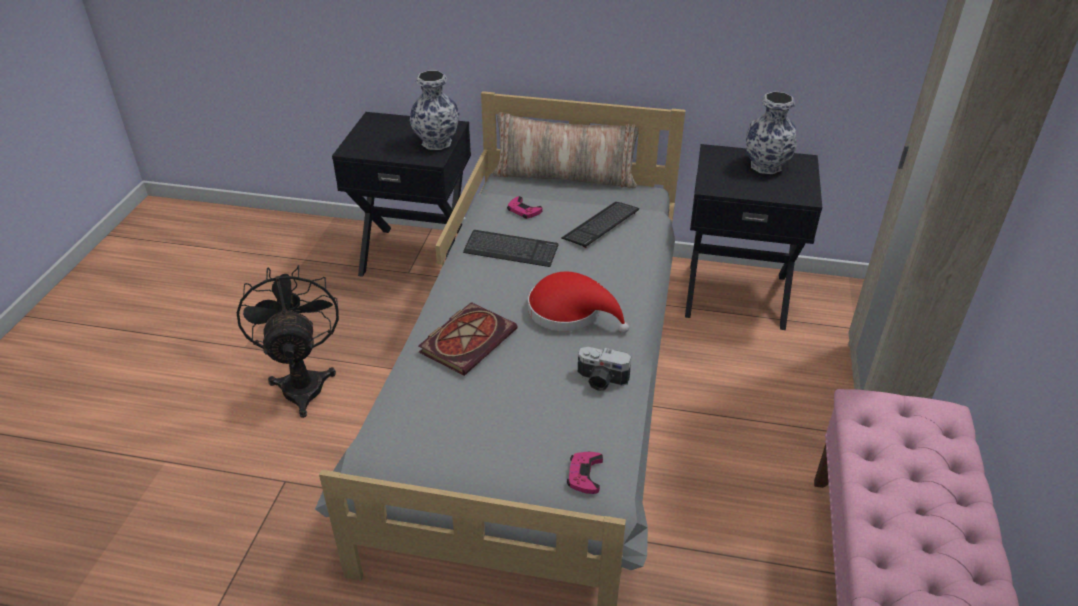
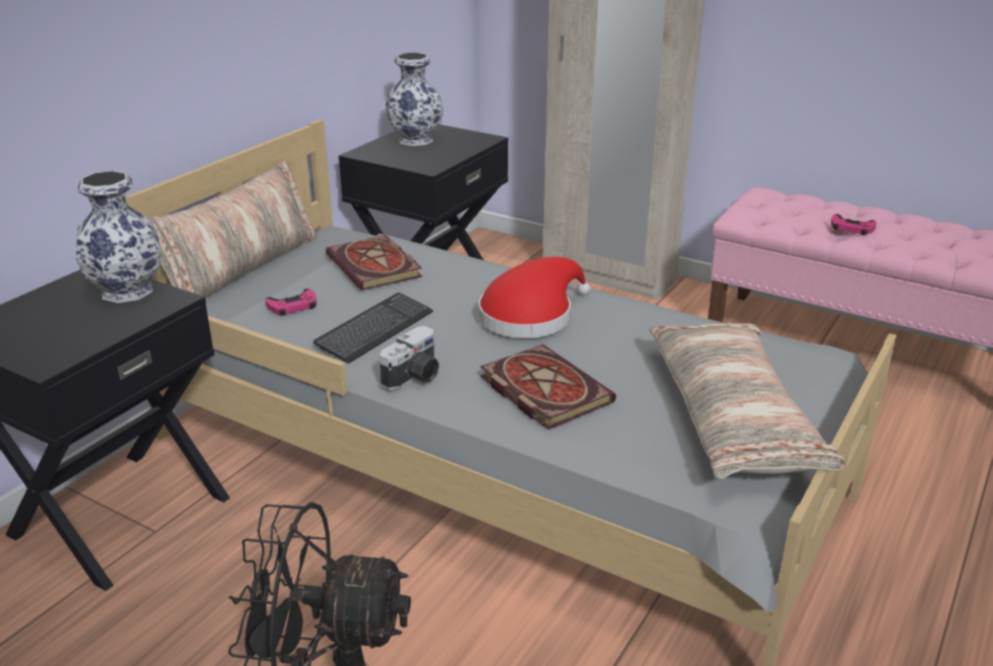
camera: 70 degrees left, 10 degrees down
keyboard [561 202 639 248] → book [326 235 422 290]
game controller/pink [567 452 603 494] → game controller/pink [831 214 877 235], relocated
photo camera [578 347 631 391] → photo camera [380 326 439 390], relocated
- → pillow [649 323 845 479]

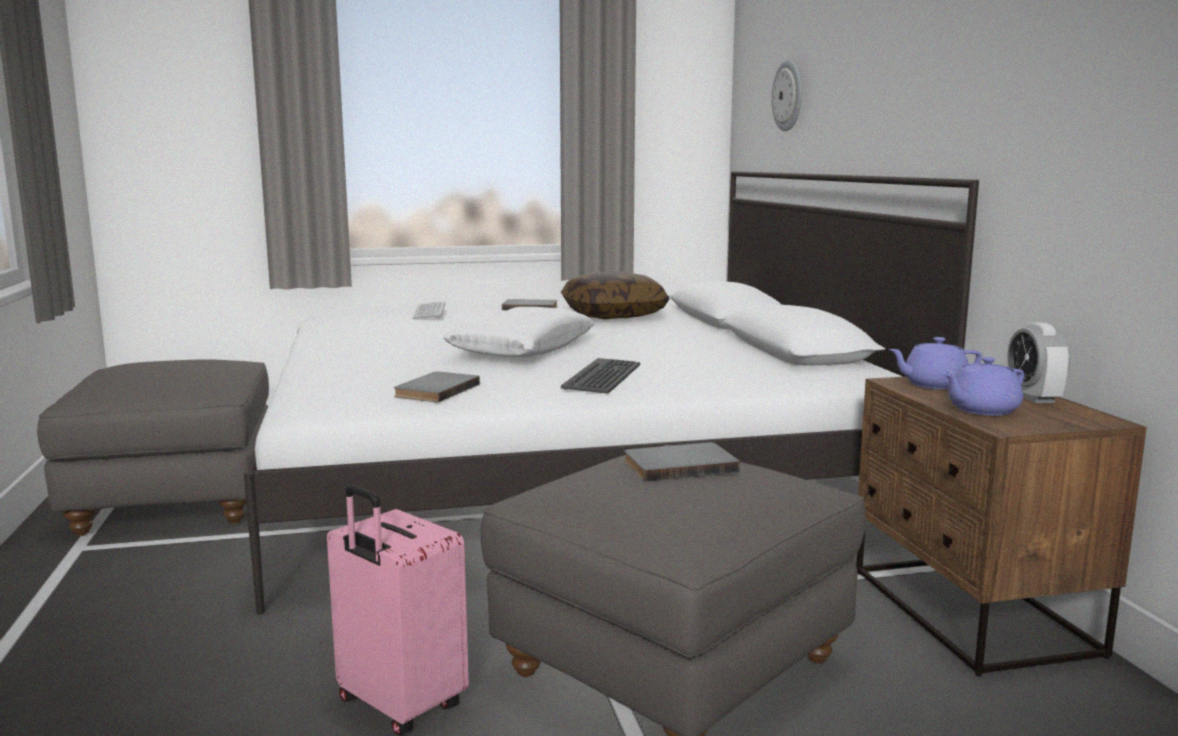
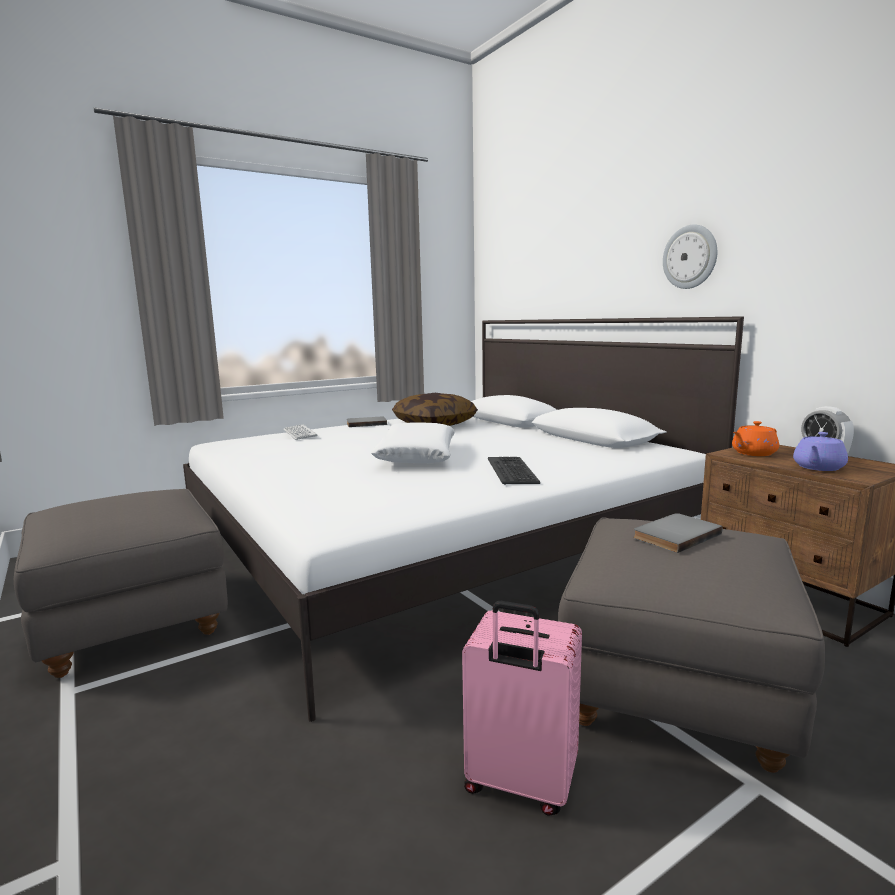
camera: 20 degrees left, 0 degrees up
book/grey [394 372 480 403] → -
wall clock [772 60 802 131] → wall clock [663 225 717 289], relocated
teapot/purple [889 337 982 389] → teapot/orange [732 421 779 456]

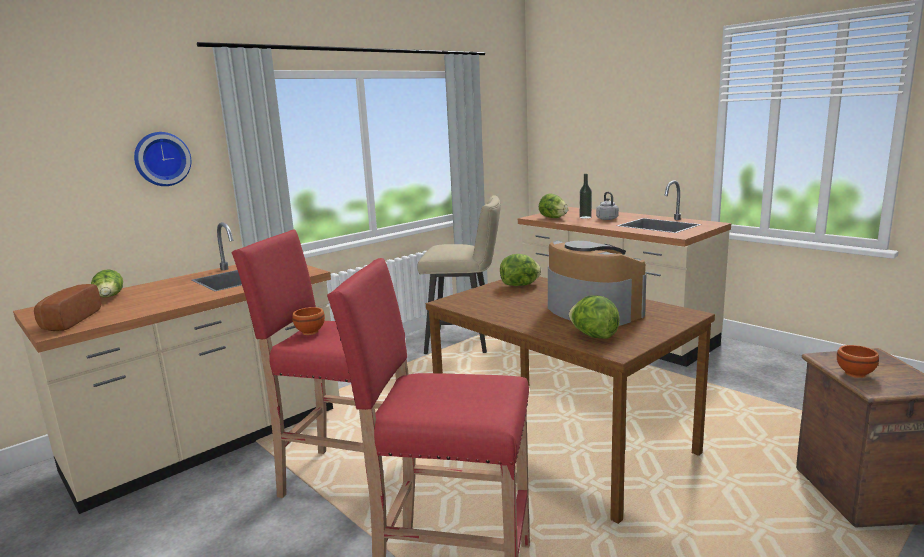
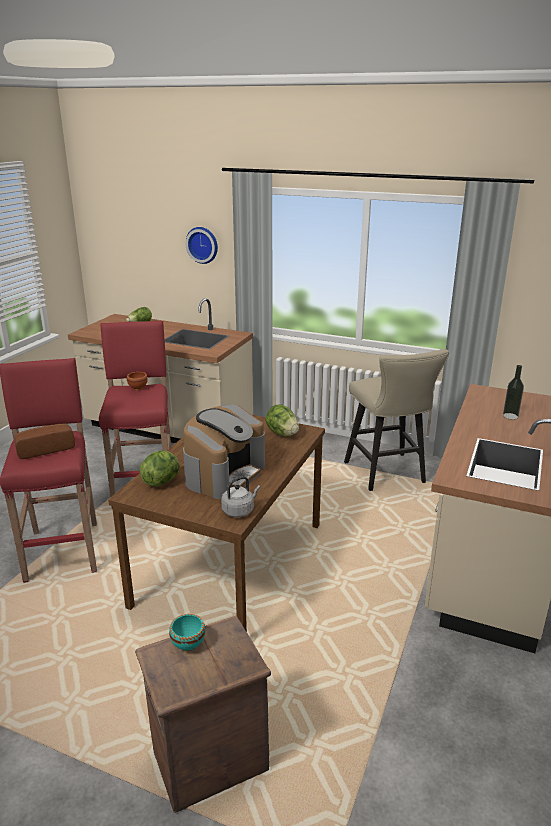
camera: 65 degrees right, 10 degrees up
bread [34 284 101 331] → bread [15 424 75 459], relocated
lettuce [539 194 569 218] → -
kettle/grey [596 192 619 220] → kettle/grey [221 476 260 517], relocated
bowl/brown [837 345 879 378] → bowl/turquoise [169 614 206 651]

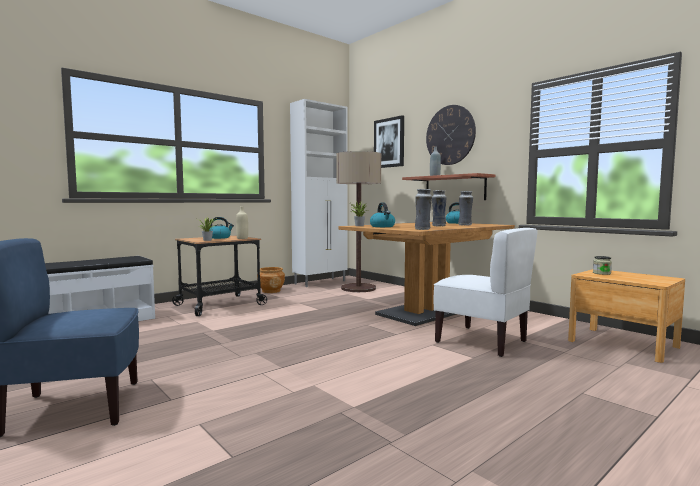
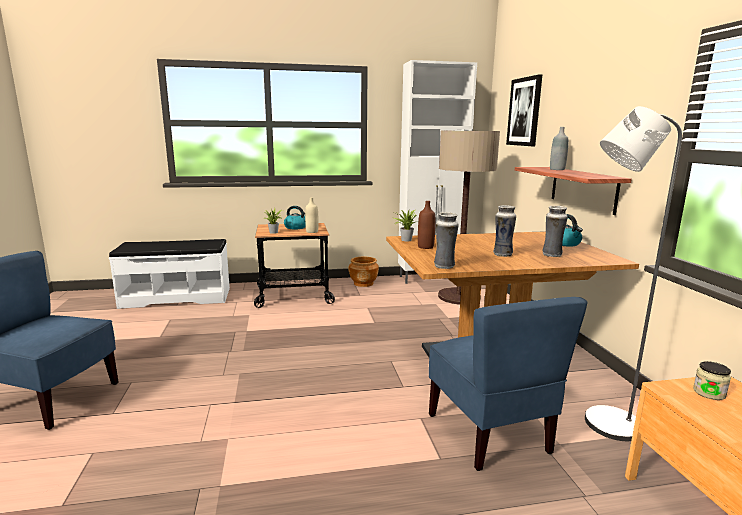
camera: 30 degrees right, 10 degrees up
kettle [370 202 395 227] → bottle/brown [418 201 436 249]
wall clock [426 105 476 165] → -
chair/white [433 228 538 357] → chair/blue [429 297 588 471]
- → floor lamp/grey [585 106 682 441]

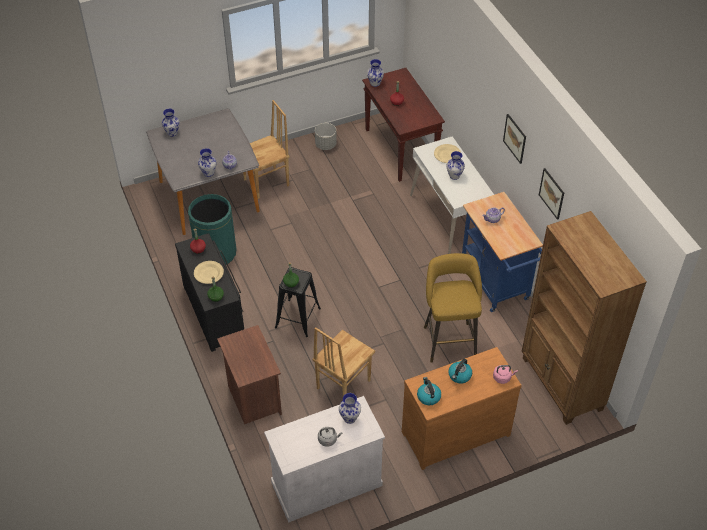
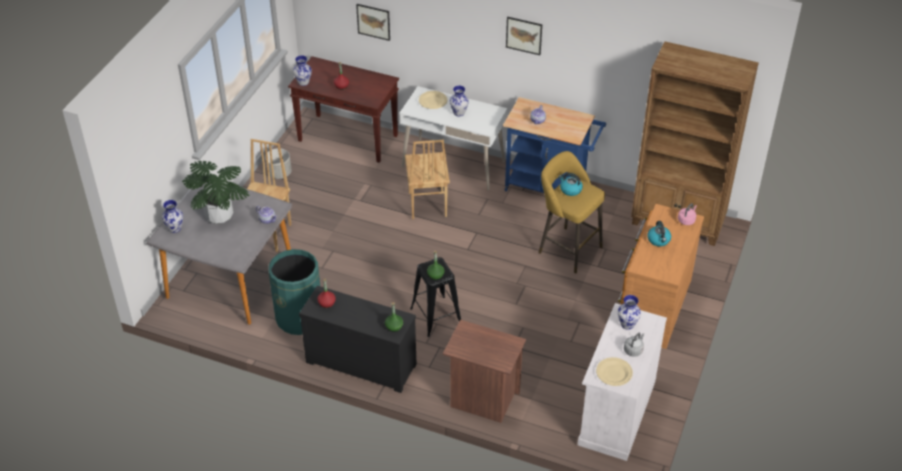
camera: 45 degrees left, 5 degrees down
plate/beige [194 261 224 284] → plate/beige [596 357 633 386], relocated
vase [198 148 216 177] → -
chair/brown [313 327 375 396] → chair/brown [405 140 450 219], relocated
kettle [417 377 441 405] → kettle [558 173 583 196], relocated
picture [539 168 564 220] → picture [356 4 390 41], relocated
- → potted plant [182 161 250 224]

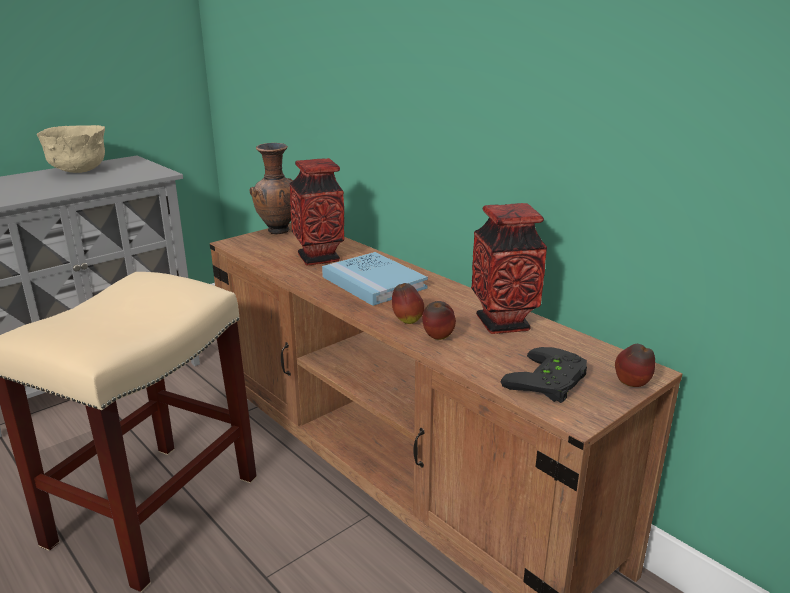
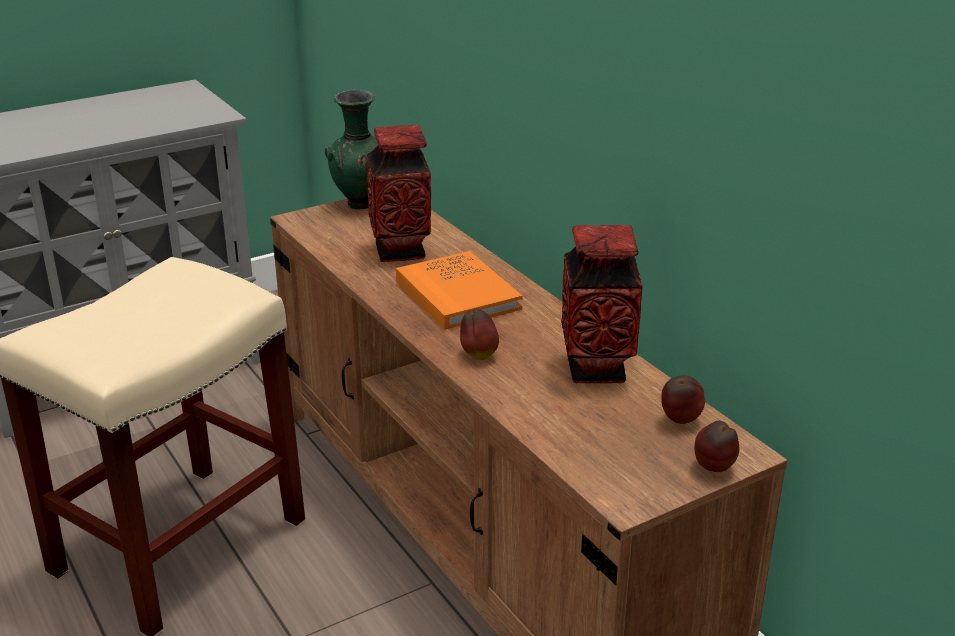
camera: 10 degrees right, 5 degrees up
bowl/beige [37 125 105 173] → -
vase/brown [250 143 293 235] → vase/green [325 90 378 210]
book/blue [322 252 428 306] → book/orange [396 251 523 330]
apple [422 301 456 340] → apple [661 375 705 424], relocated
game controller/black [501 347 587 403] → -

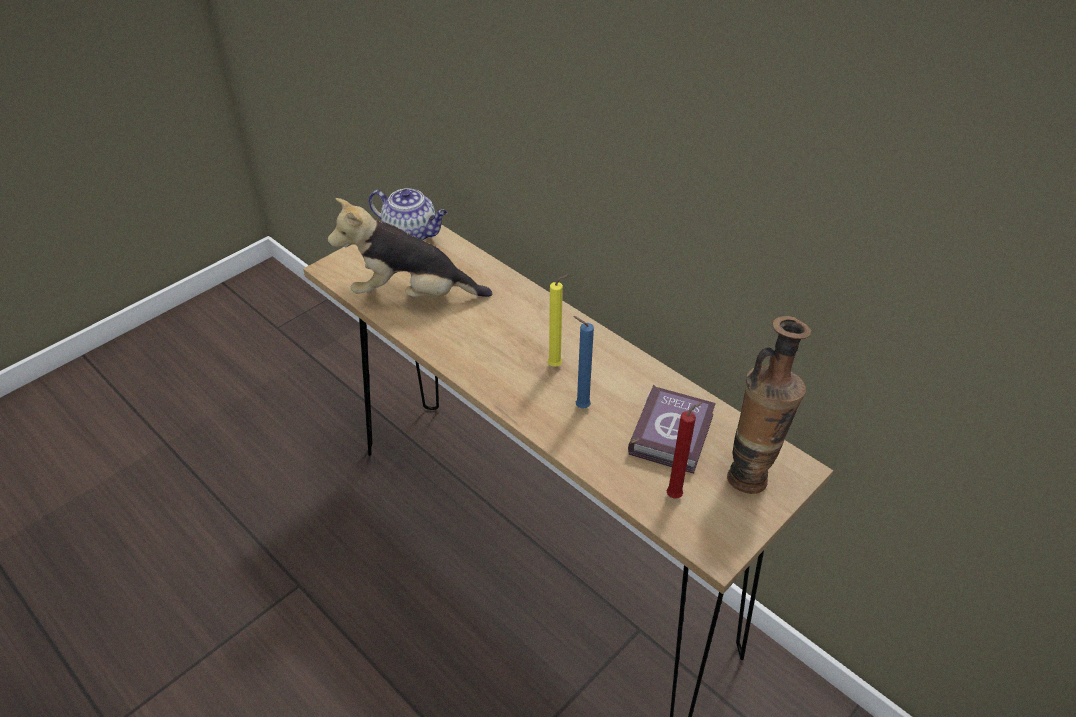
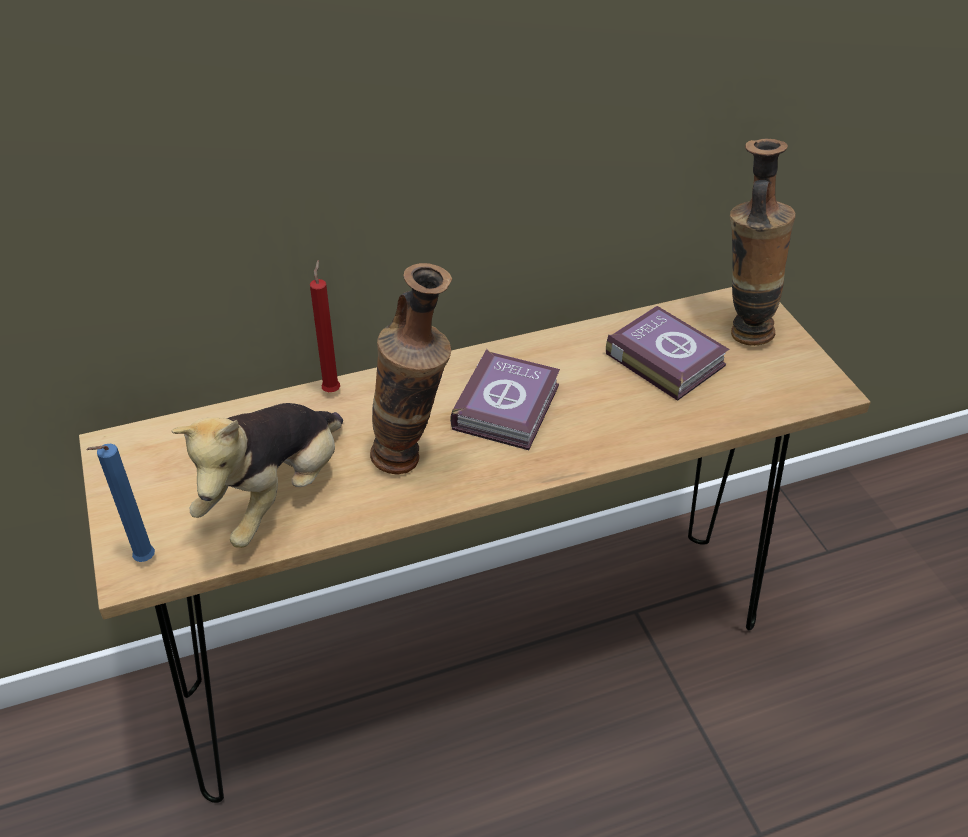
camera: 65 degrees left, 0 degrees up
teapot [369 188 447 240] → -
candle/yellow [548 274 570 367] → book [450 349 560 450]
candle/blue [573 316 594 408] → candle/blue [86 444 155 562], relocated
candle/red [667 401 704 499] → candle/red [310 260 340 392], relocated
- → vase [370 263 452 475]

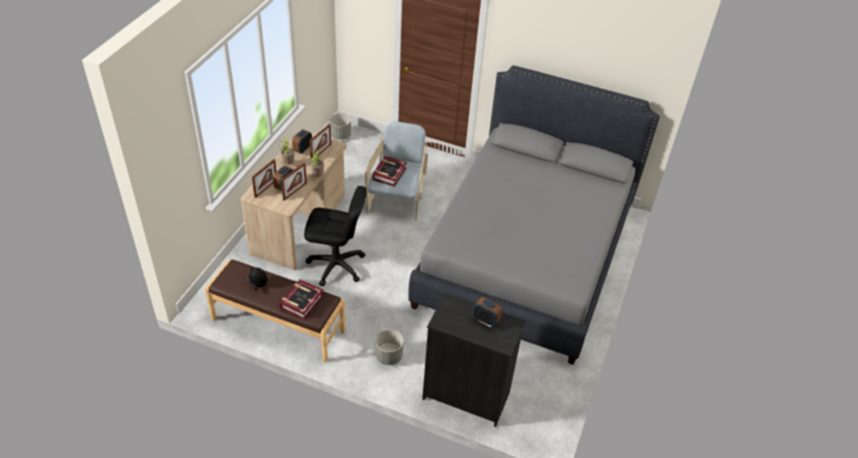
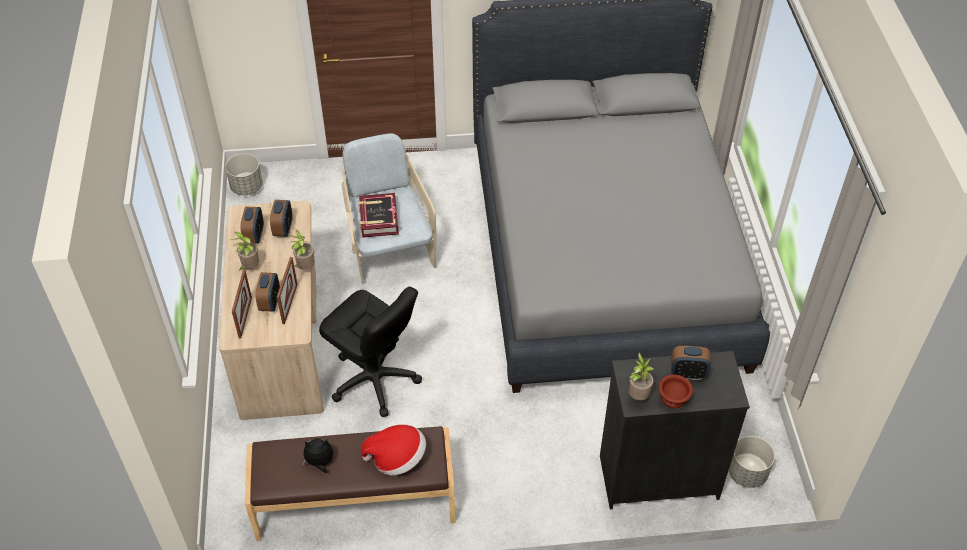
camera: 25 degrees left, 5 degrees up
book [280 280 324 320] → hat [361 425 426 475]
office chair/black [304 186 366 286] → office chair/black [319 286 422 417], 60 degrees clockwise
picture frame [310 124 331 158] → alarm clock [270 200 293 237]
planter/grey [375 330 403 365] → planter/grey [729 436 775 488], relocated
- → potted plant [629 353 654 401]
- → bowl/brown [658 374 693 408]

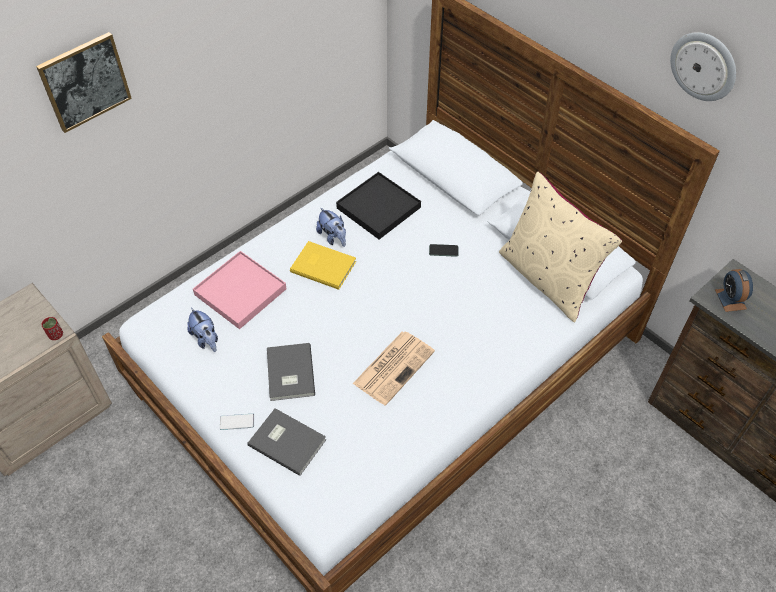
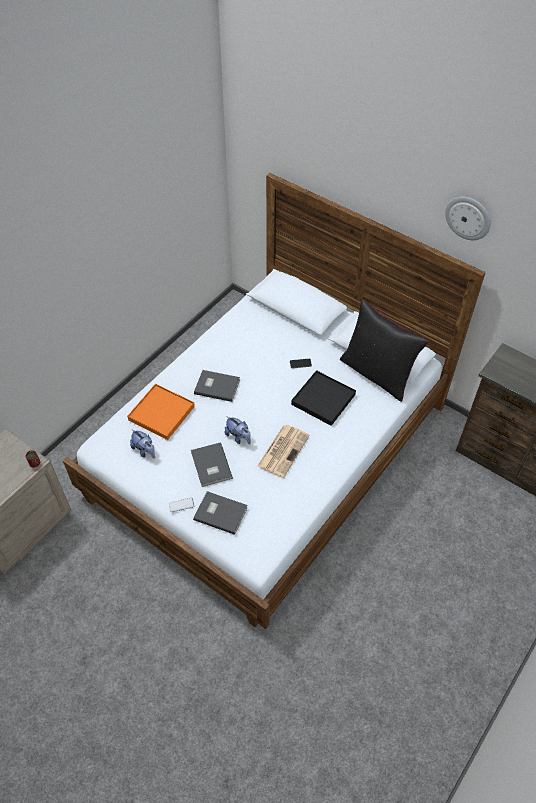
camera: 10 degrees left, 0 degrees up
picture [36 32 132 133] → -
tray/pink [193 251 287 329] → tray/orange [127 384 195 440]
book/yellow [290 241 356 290] → book/grey [194 370 240 402]
plush toy [316 207 346 247] → plush toy [225 416 251 445], relocated
tray/black [336 172 421 239] → tray/black [291 370 356 426], relocated
pillow/beige [499 171 622 322] → pillow/black [340 300 429 402]
alarm clock [715 269 753 312] → -

